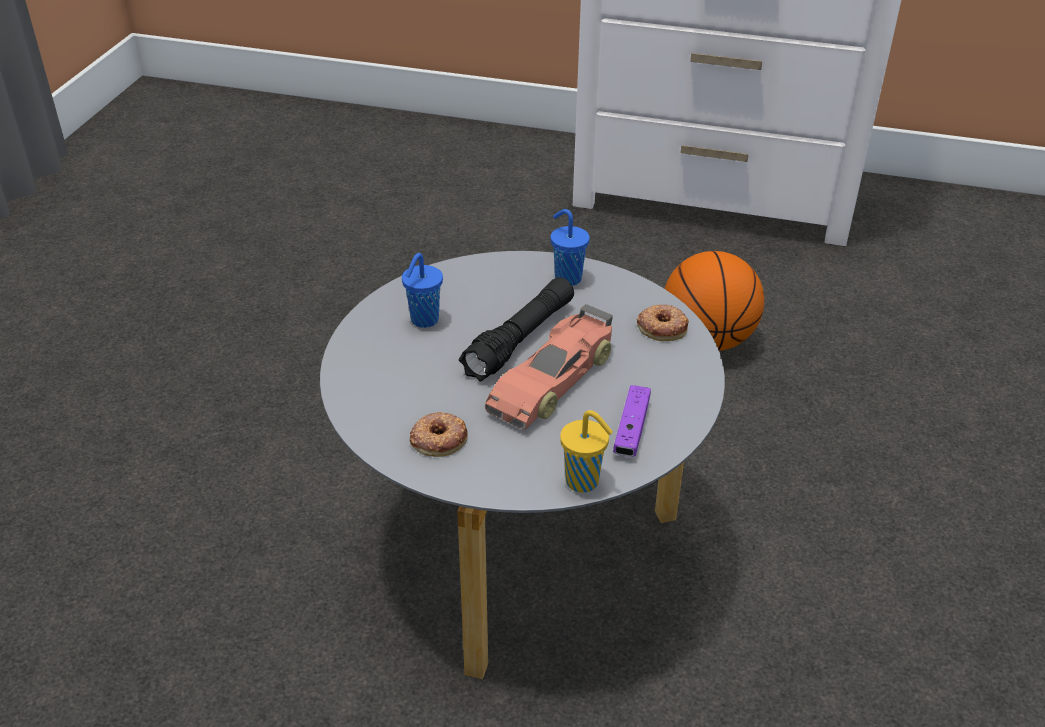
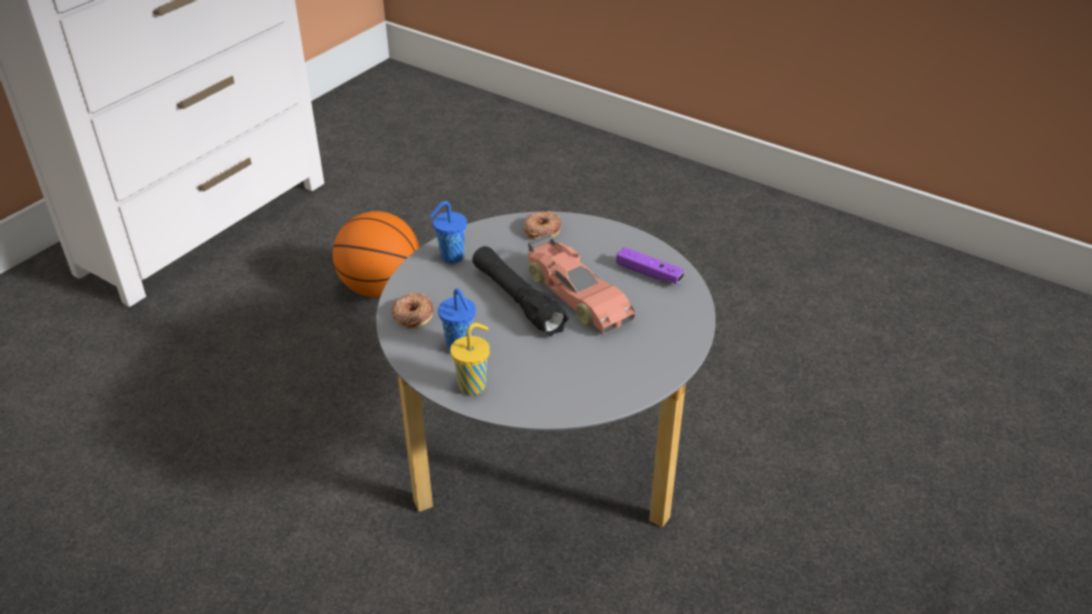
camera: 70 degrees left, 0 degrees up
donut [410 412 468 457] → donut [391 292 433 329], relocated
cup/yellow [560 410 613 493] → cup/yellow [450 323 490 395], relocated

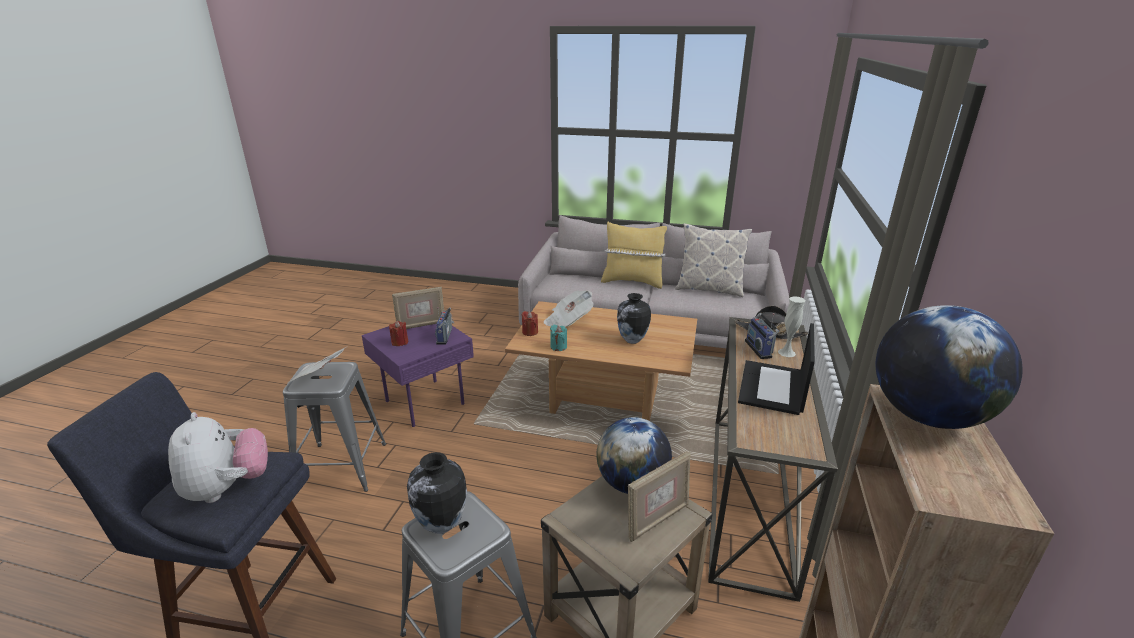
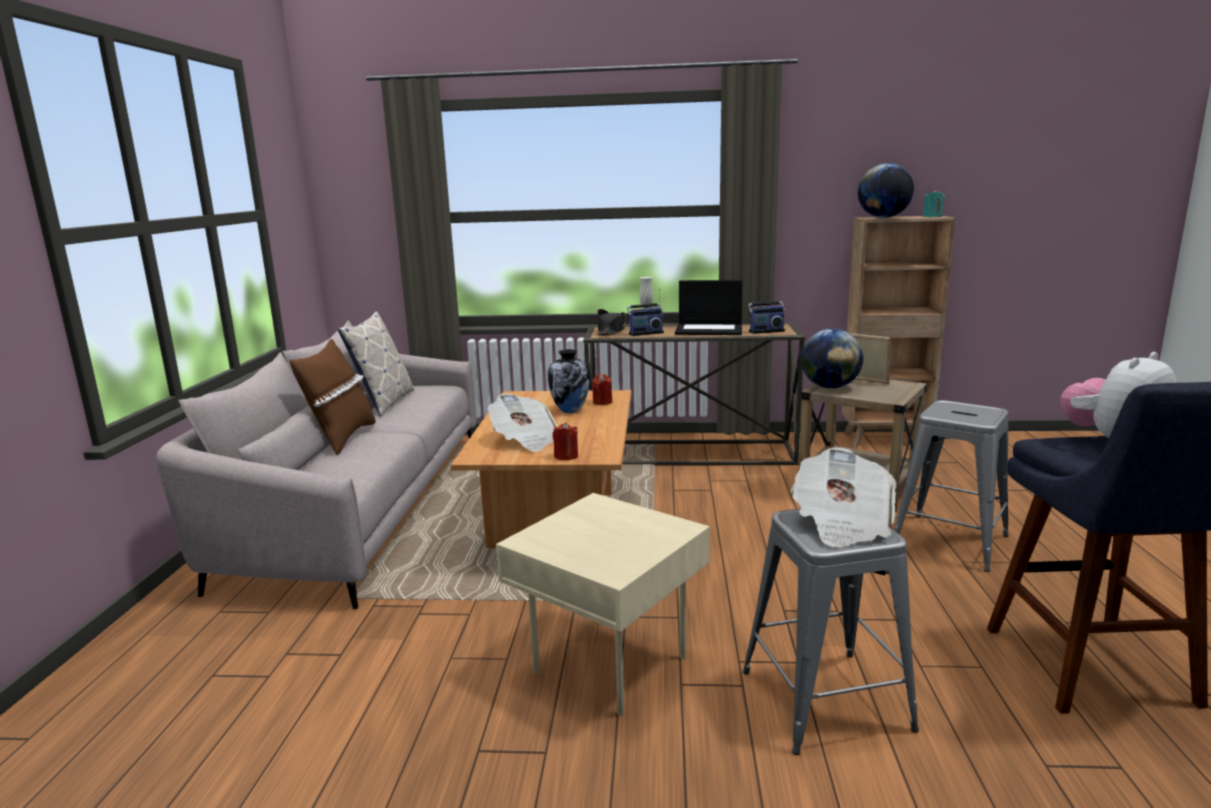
camera: 100 degrees left, 10 degrees down
side table/purple [362 324 474 427] → side table/beige [496 493 710 716]
candle/red [389 321 408 346] → candle/red [591 374 613 405], relocated
picture frame [392 287 444 329] → -
vase [407 452 467 534] → -
radio [435 307 454 345] → radio [748 287 785 334], relocated
candle/turquoise [550 325 567 351] → candle/turquoise [923 190 945 217], relocated
pillow/yellow [601 222 667 289] → pillow/brown [289 339 376 455]

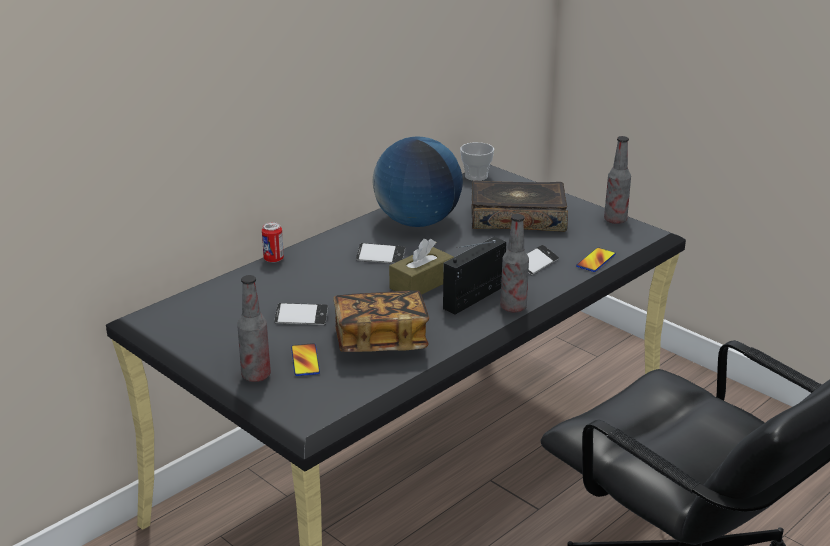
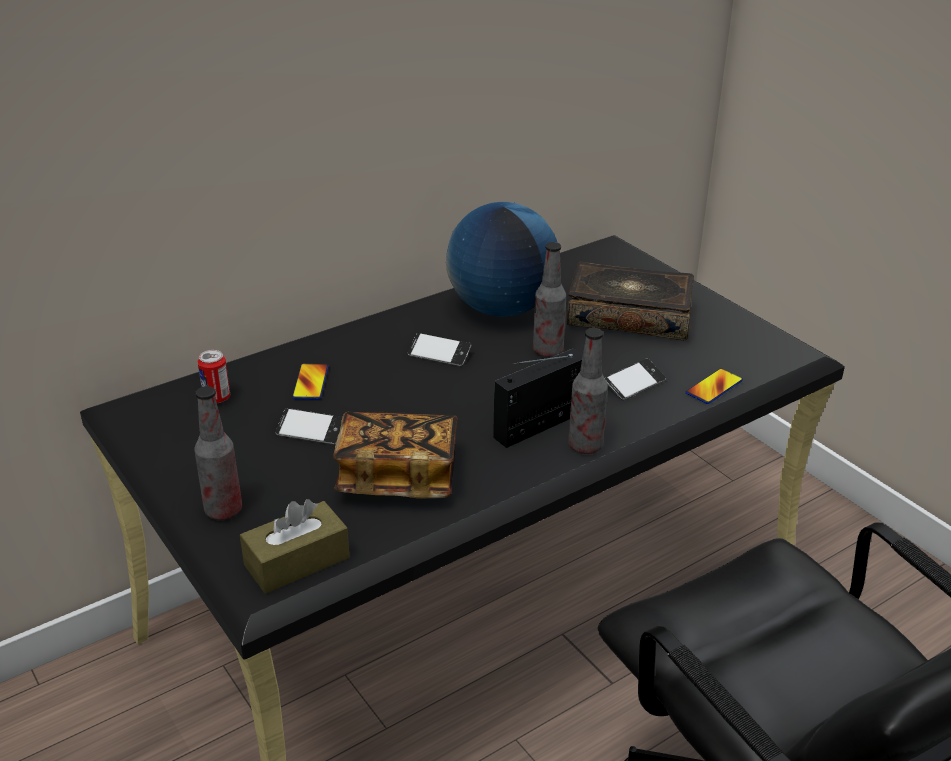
camera: 10 degrees right, 5 degrees up
can [262 222 284 263] → can [198 350 230 403], relocated
phone [291 343 320 376] → phone [292 363 328 400], relocated
tissue box/brown [389 239 454 295] → tissue box/brown [240 499 350 594], relocated
cup [460 142 494 181] → -
bottle [604 136 631 224] → bottle [533 242 566 357], relocated

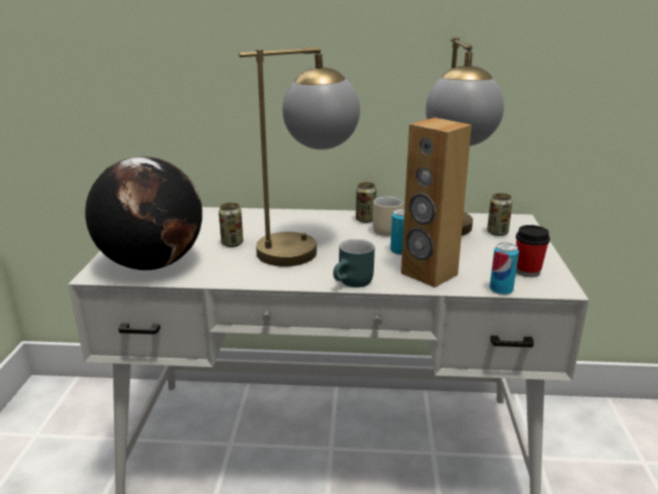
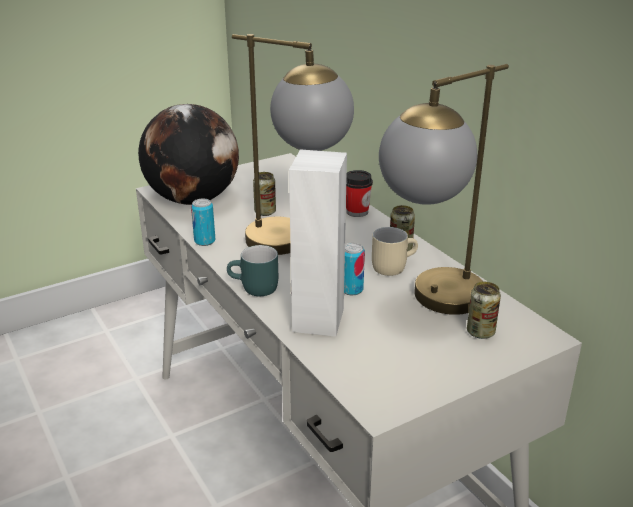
camera: 55 degrees right, 5 degrees up
speaker/brown [401 118 472 288] → speaker/white [289 149 347 337]
can [490 242 519 295] → can [191 199 215 246], relocated
cup [516 225 550 277] → cup [346 170 373 217], relocated

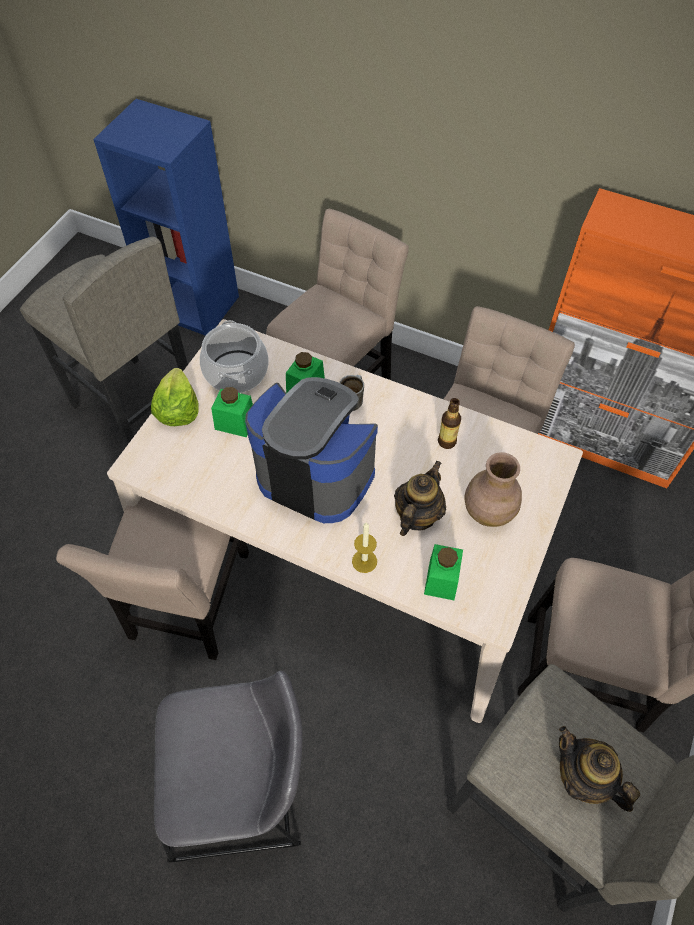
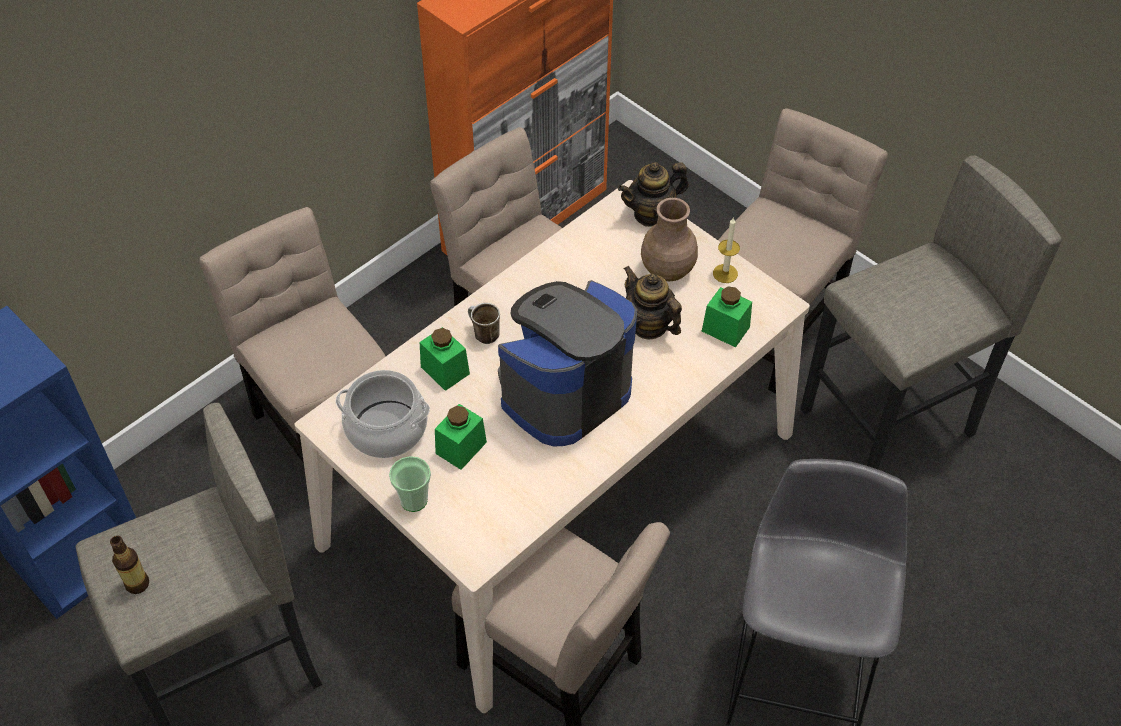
camera: 70 degrees left, 5 degrees down
lettuce [151 368 199 426] → cup [389 456 431 512]
candle [352 522 377 573] → candle [713 217 740 283], relocated
bottle [438 398 461 449] → bottle [110 536 149 594], relocated
teapot [559 726 640 812] → teapot [618 162 689 227], relocated

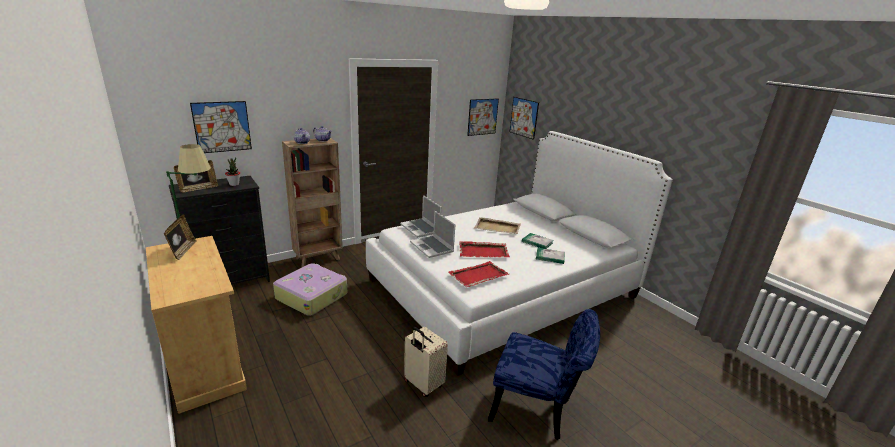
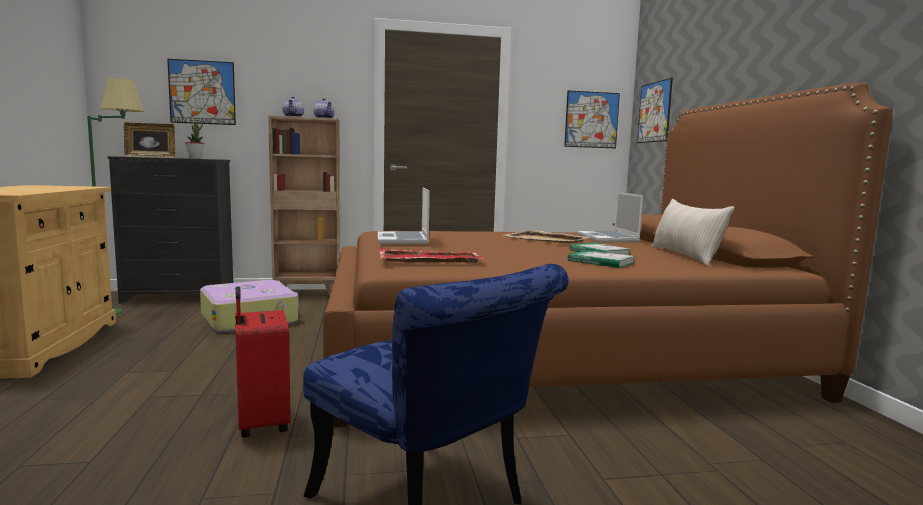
camera: 25 degrees right, 15 degrees down
picture frame [164 214 197 260] → -
bed/white [366 131 673 376] → bed/brown [323 83 893 427]
laptop [400 195 441 238] → laptop [577 192 643 242], relocated
suitcase/beige [404 327 448 397] → suitcase/red [235 287 291 438]
tray/red [459 241 510 257] → -
- → pillow/beige [651 199 735 266]

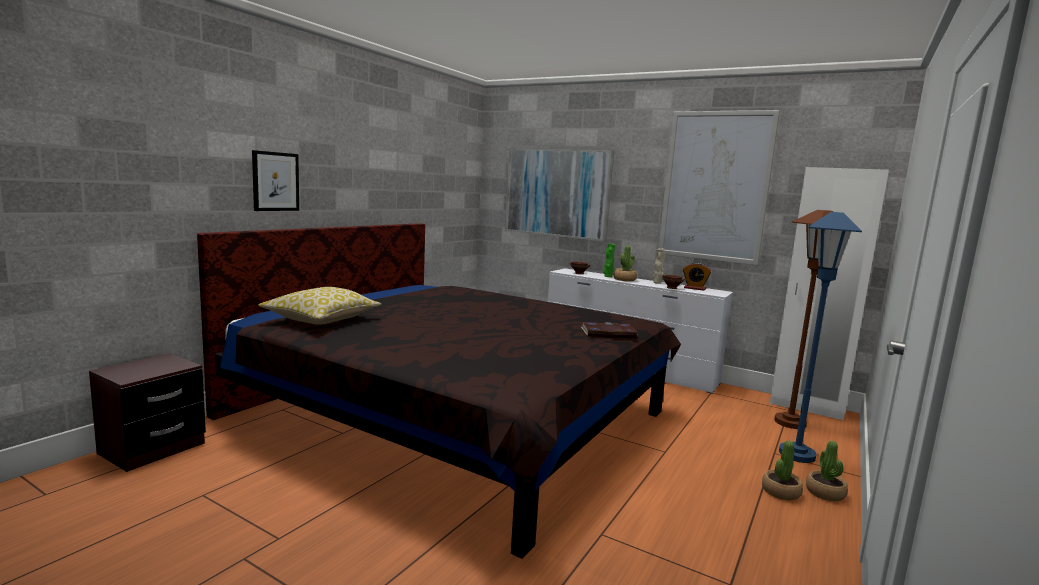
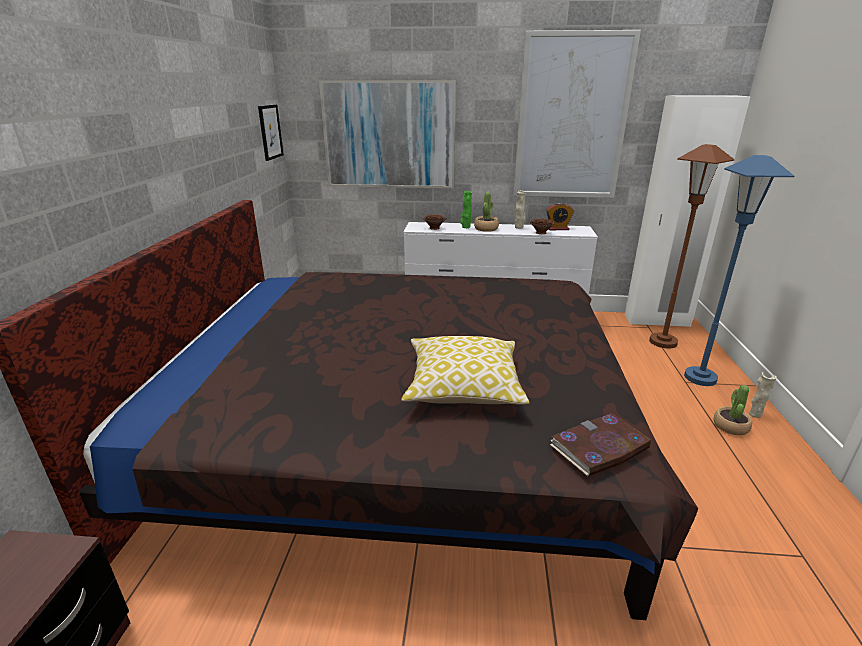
camera: 25 degrees left, 15 degrees up
picture [252 150 299 211] → picture [258 104 284 161], relocated
pillow [258 287 382 325] → pillow [402 336 529 405], relocated
book [581 322 638 338] → book [550 414 651 476], relocated
potted plant [806 441 848 501] → vase/beige [749 372 777 418]

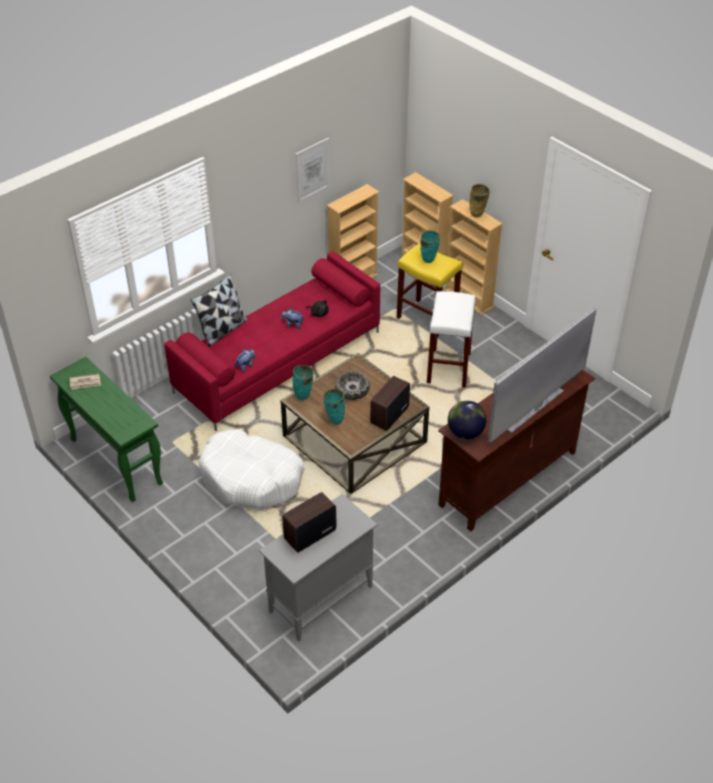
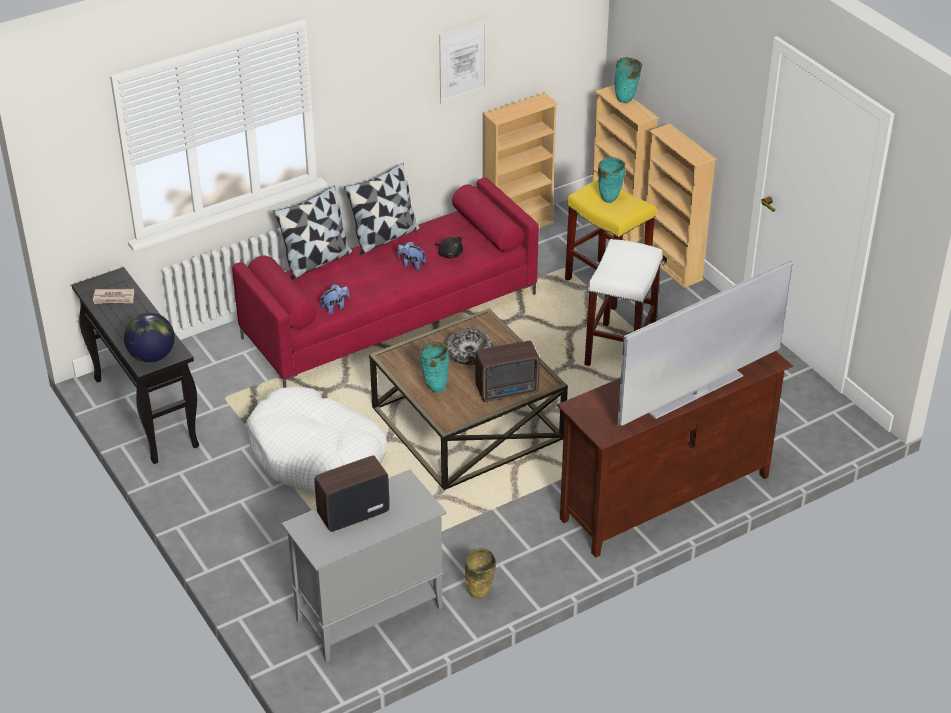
camera: 10 degrees right, 5 degrees down
console table/green [50 357 163 502] → console table/black [72 267 199 464]
vase/turquoise [293 365 314 400] → vase/turquoise [614 57 642 103], relocated
radio [370 376 410 431] → radio [475 341 540 402], 150 degrees counterclockwise
globe [448 401 486 439] → globe [124 312 175 362], relocated
vase/beige [469 184 490 218] → vase/beige [465 548 496 599], relocated
- → pillow [344 163 420 255]

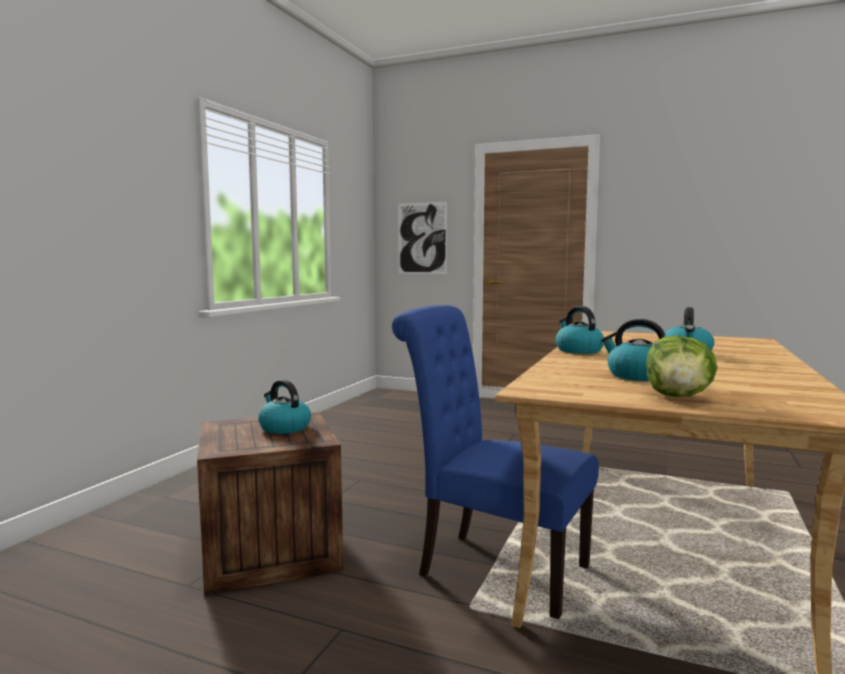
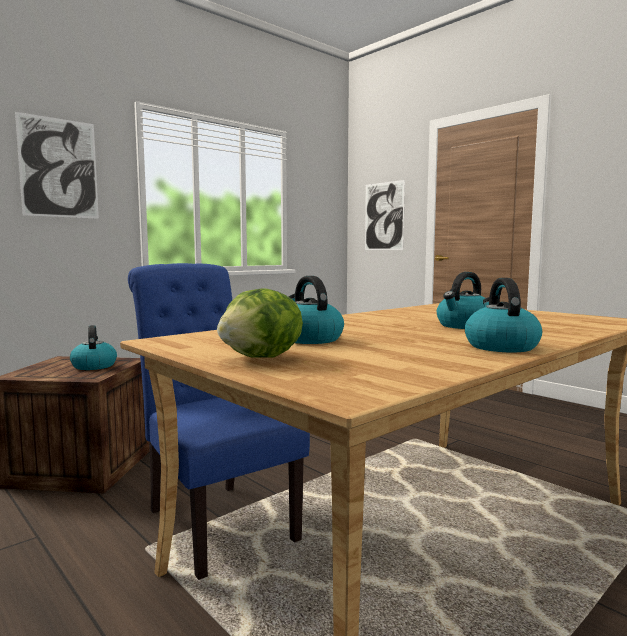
camera: 25 degrees right, 0 degrees up
kettle [556 306 604 354] → kettle [465 278 542 353], relocated
- → picture [15 112 99 219]

